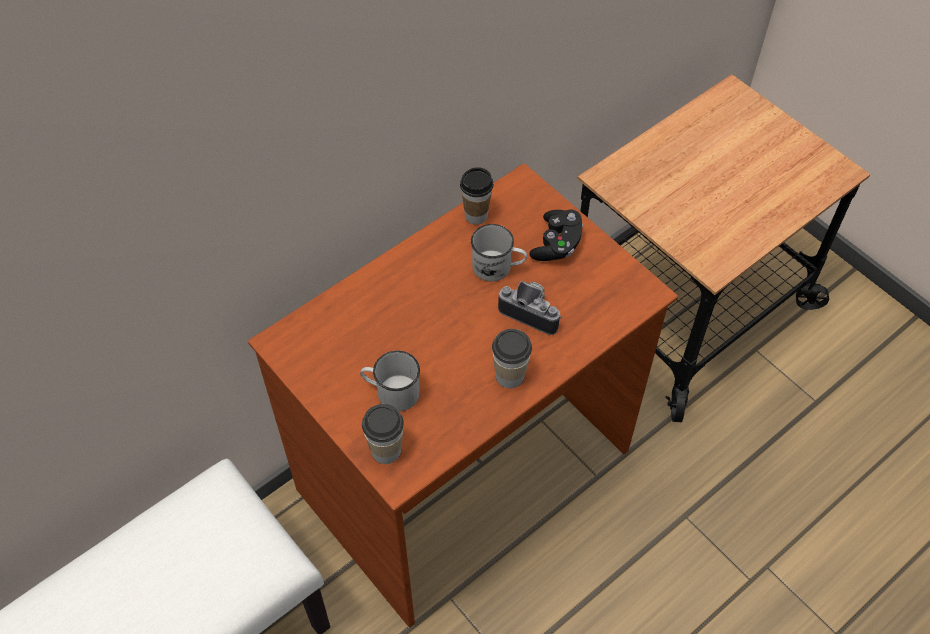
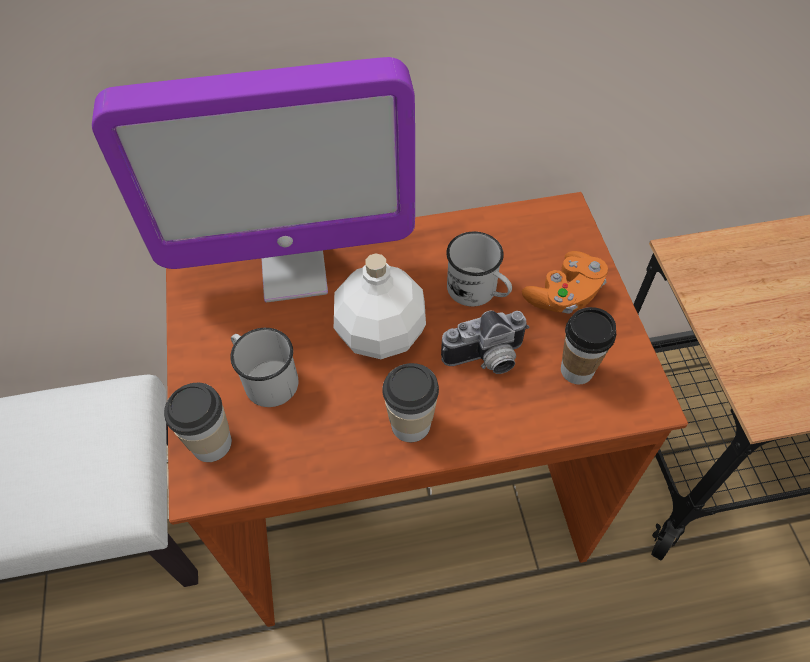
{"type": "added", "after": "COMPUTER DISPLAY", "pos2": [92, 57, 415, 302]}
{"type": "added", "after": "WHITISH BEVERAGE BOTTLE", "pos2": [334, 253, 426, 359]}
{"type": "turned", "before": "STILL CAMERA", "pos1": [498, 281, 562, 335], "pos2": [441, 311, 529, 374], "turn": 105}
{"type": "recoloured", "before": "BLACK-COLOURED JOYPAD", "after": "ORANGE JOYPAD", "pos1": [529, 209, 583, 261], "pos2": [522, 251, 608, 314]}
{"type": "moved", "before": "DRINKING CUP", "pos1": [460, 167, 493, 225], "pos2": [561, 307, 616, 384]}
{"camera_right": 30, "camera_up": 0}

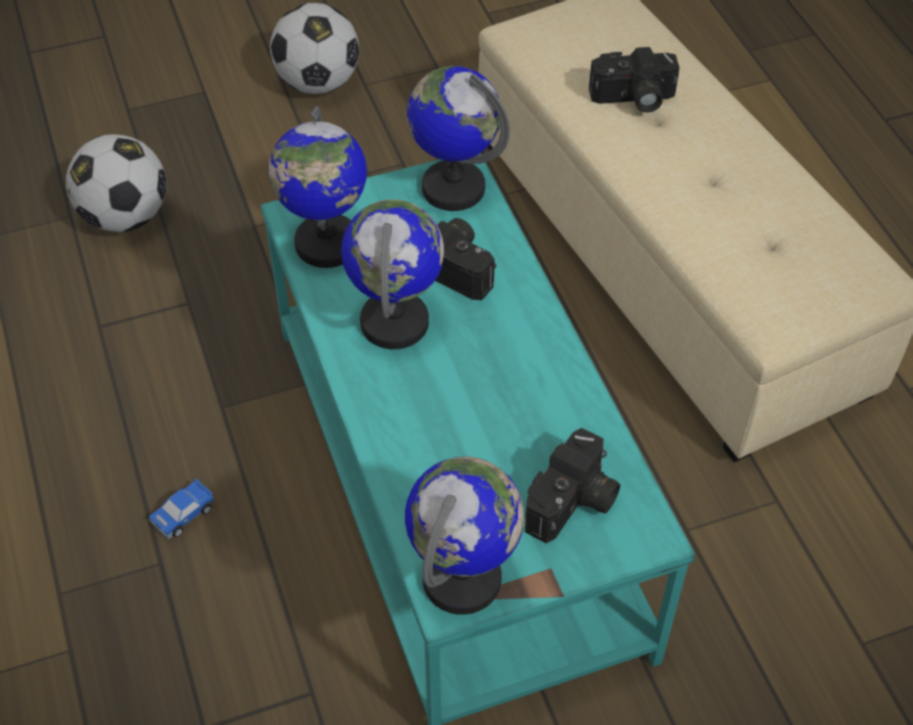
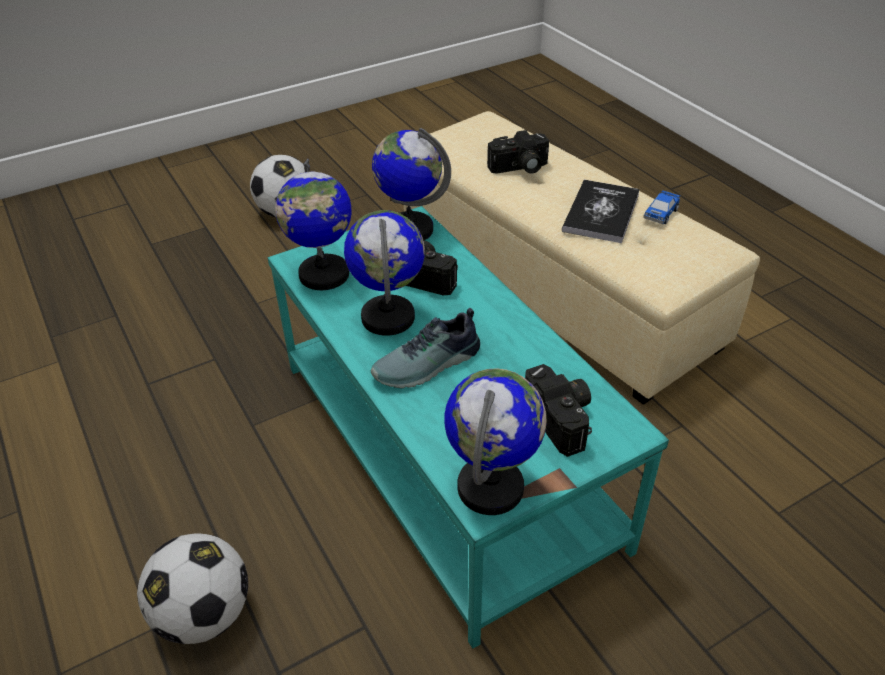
{"type": "moved", "before": "FOOTBALL BALL", "pos1": [66, 134, 166, 232], "pos2": [137, 534, 248, 644]}
{"type": "added", "after": "ITEM OF FOOTWEAR", "pos2": [371, 308, 480, 388]}
{"type": "turned", "before": "STILL CAMERA", "pos1": [525, 428, 620, 543], "pos2": [525, 364, 592, 457], "turn": -45}
{"type": "added", "after": "BOOK", "pos2": [562, 180, 640, 243]}
{"type": "moved", "before": "TOY CAR", "pos1": [149, 479, 214, 539], "pos2": [643, 190, 680, 224]}
{"camera_right": -10, "camera_up": -10}

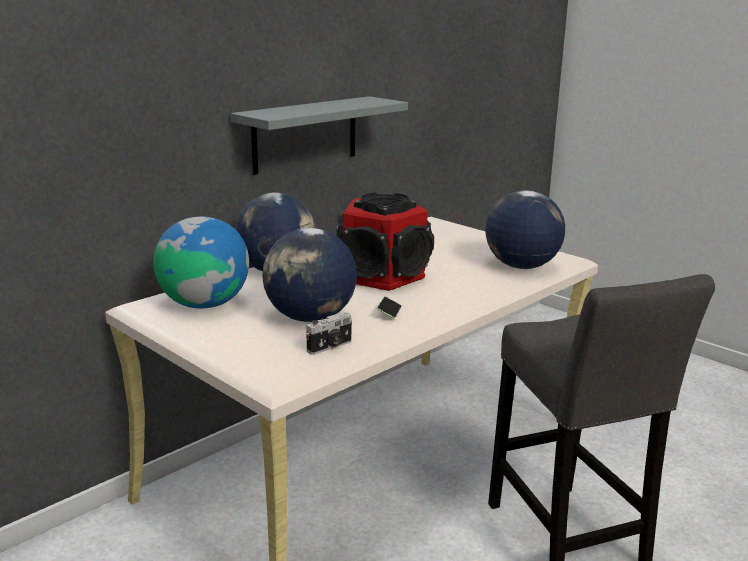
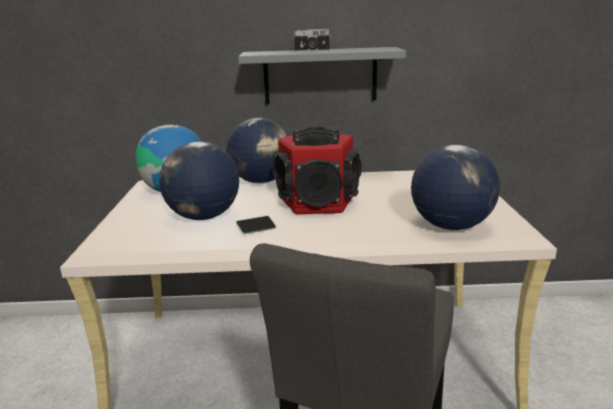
{"type": "moved", "before": "STILL CAMERA", "pos1": [306, 312, 352, 355], "pos2": [293, 28, 331, 52]}
{"camera_right": 45, "camera_up": 0}

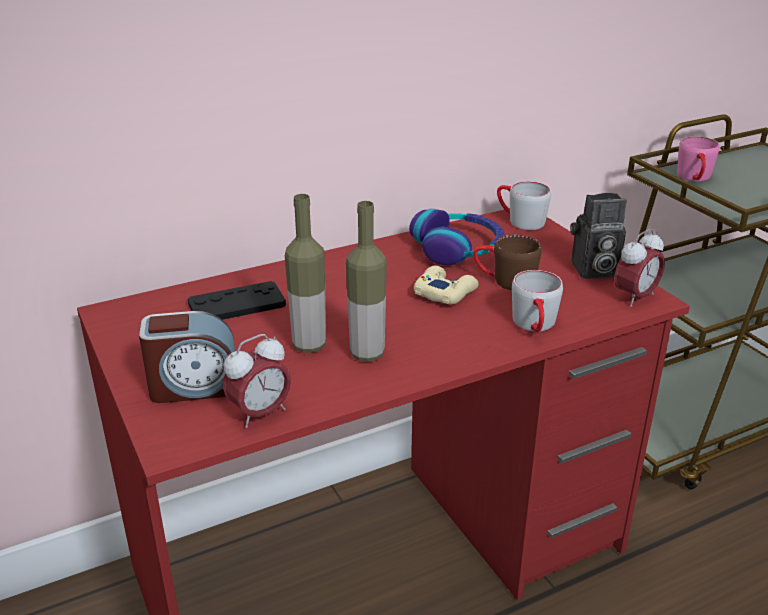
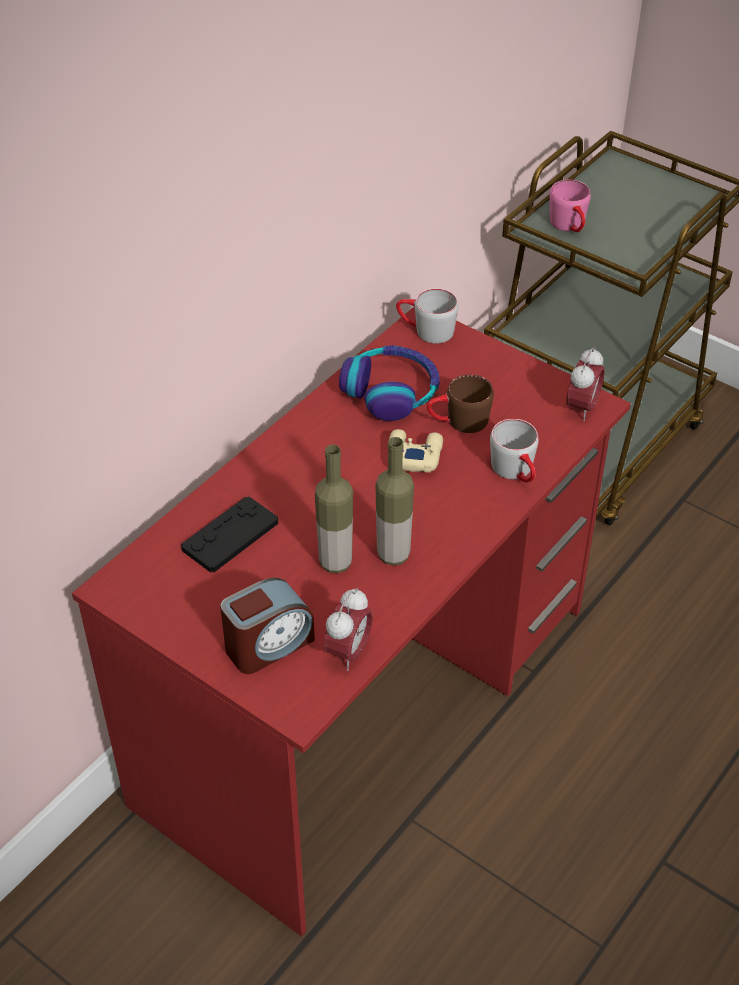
{"type": "removed", "before": "STILL CAMERA", "pos1": [571, 193, 626, 279]}
{"camera_right": -25, "camera_up": 15}

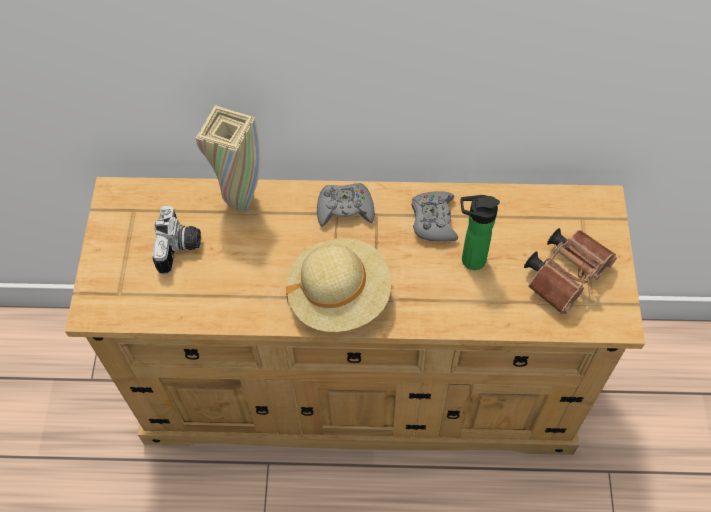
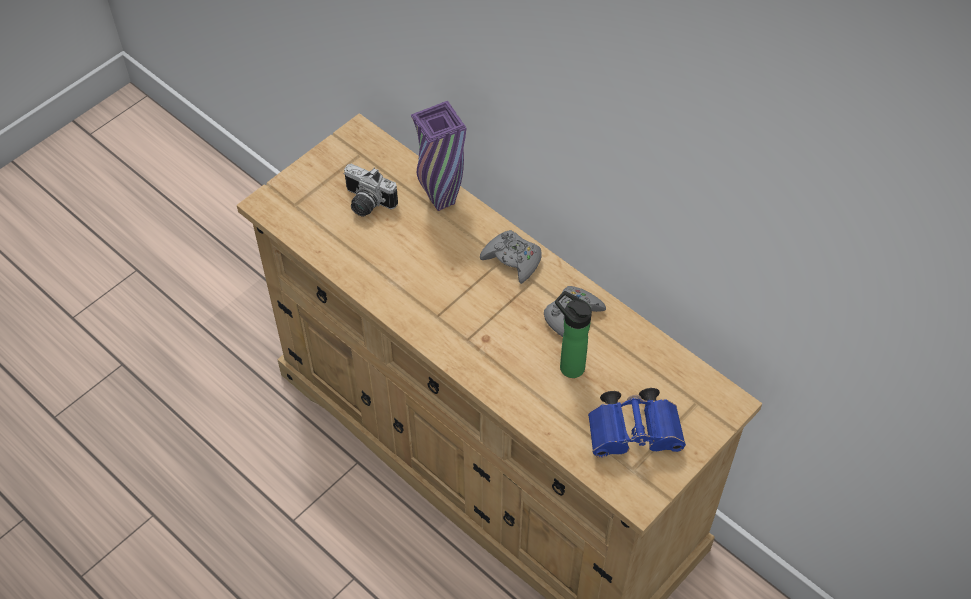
{"type": "turned", "before": "STILL CAMERA", "pos1": [152, 206, 201, 274], "pos2": [343, 164, 398, 217], "turn": 75}
{"type": "recoloured", "before": "SAND-COLOURED DECORATIVE VASE", "after": "PURPLE-COLOURED DECORATIVE VASE", "pos1": [196, 105, 261, 212], "pos2": [411, 101, 467, 211]}
{"type": "recoloured", "before": "BROWN-COLOURED PAIR OF BINOCULARS", "after": "BLUE-COLOURED PAIR OF BINOCULARS", "pos1": [524, 228, 617, 314], "pos2": [588, 388, 686, 458]}
{"type": "removed", "before": "SAND-COLOURED HAT", "pos1": [286, 238, 391, 332]}
{"camera_right": 40, "camera_up": -5}

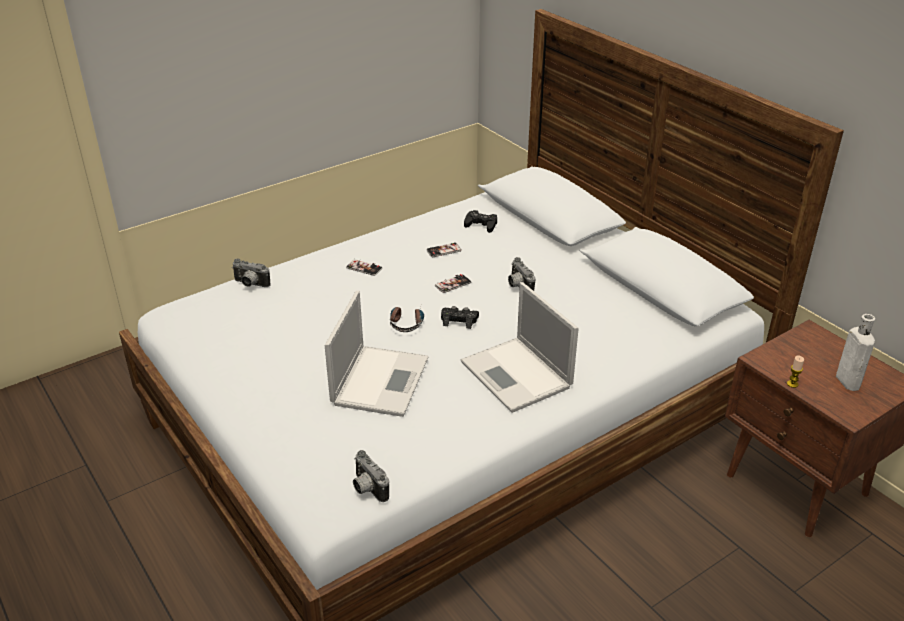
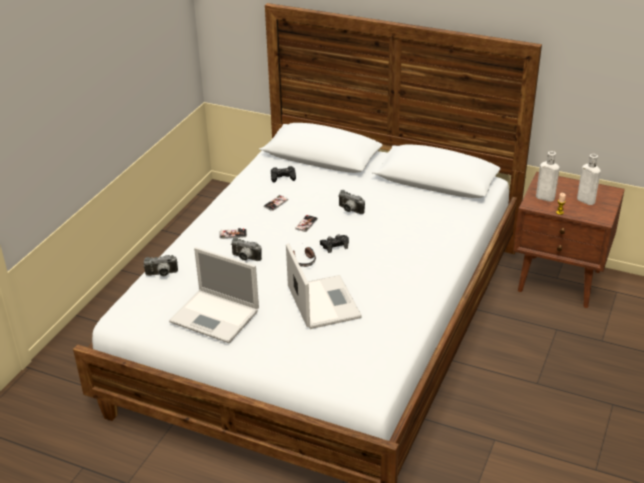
{"type": "moved", "before": "LAPTOP", "pos1": [461, 282, 579, 413], "pos2": [169, 247, 259, 343]}
{"type": "moved", "before": "STILL CAMERA", "pos1": [353, 450, 389, 502], "pos2": [231, 237, 262, 261]}
{"type": "added", "after": "WHITISH BEVERAGE BOTTLE", "pos2": [536, 151, 560, 202]}
{"camera_right": -30, "camera_up": 0}

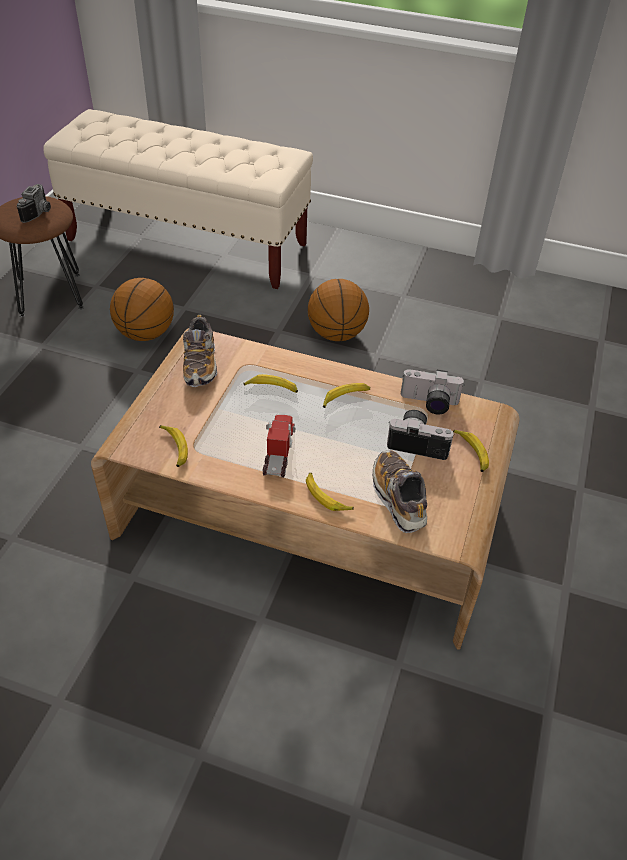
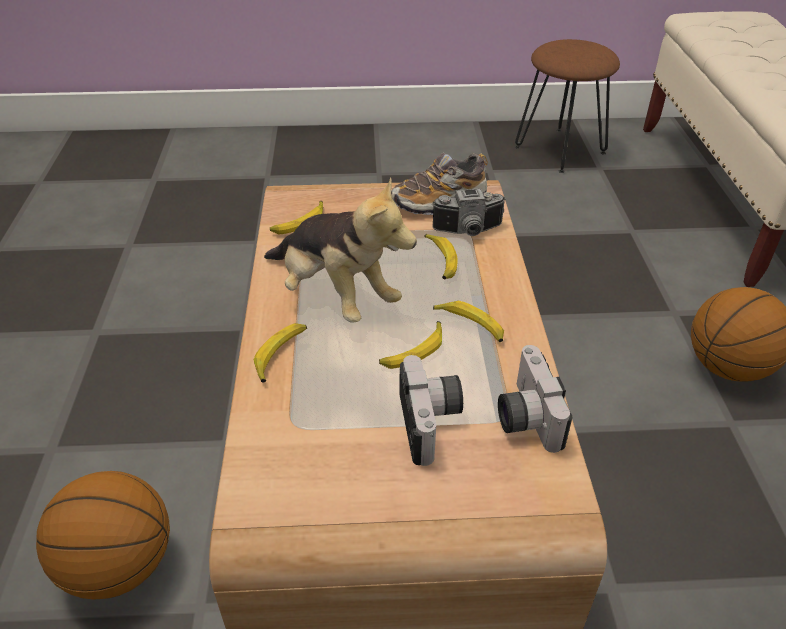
{"type": "moved", "before": "BASKETBALL", "pos1": [110, 278, 174, 341], "pos2": [36, 471, 170, 599]}
{"type": "replaced", "before": "MODEL TRUCK", "after": "CUDDLY TOY", "pos1": [263, 415, 295, 478], "pos2": [264, 177, 417, 322]}
{"type": "moved", "before": "BANANA", "pos1": [453, 429, 489, 472], "pos2": [379, 321, 442, 369]}
{"type": "moved", "before": "STILL CAMERA", "pos1": [17, 184, 51, 223], "pos2": [432, 188, 506, 236]}
{"type": "removed", "before": "ITEM OF FOOTWEAR", "pos1": [373, 450, 427, 533]}
{"camera_right": 70, "camera_up": -5}

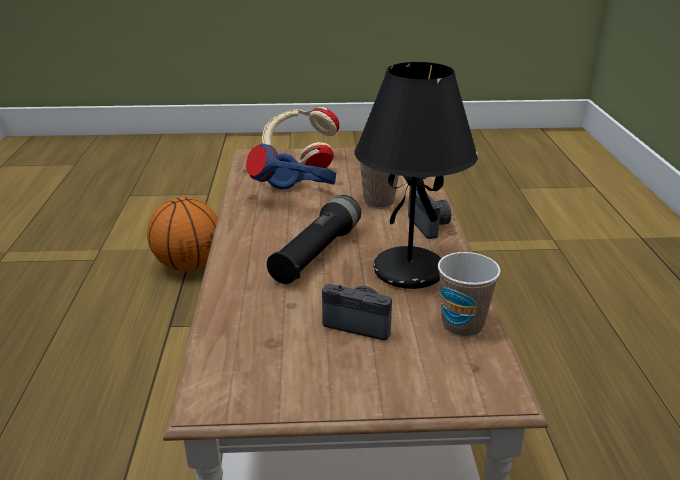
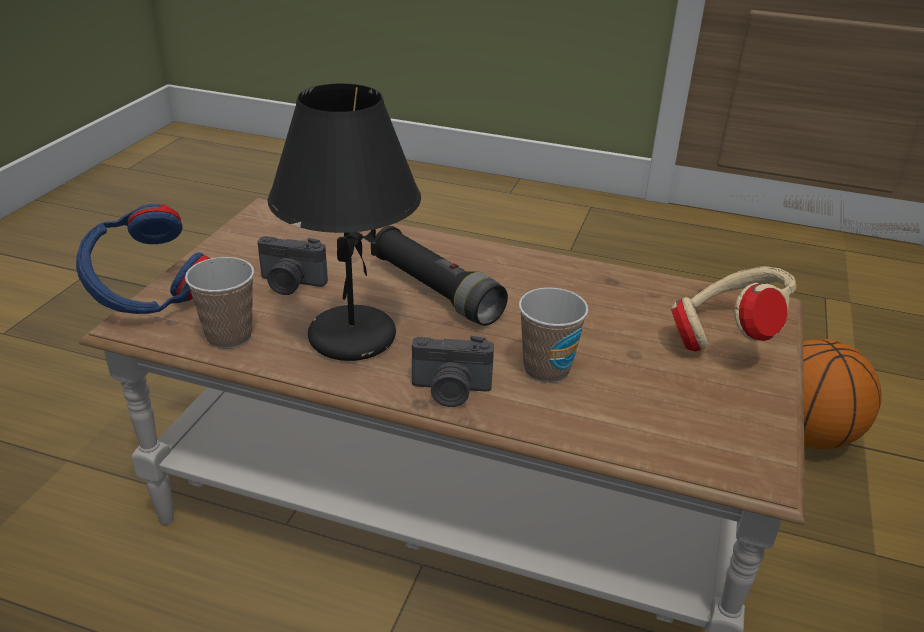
{"type": "moved", "before": "BLUE-COLOURED HEADSET", "pos1": [246, 144, 336, 190], "pos2": [76, 204, 210, 314]}
{"type": "turned", "before": "STILL CAMERA", "pos1": [322, 284, 392, 340], "pos2": [257, 236, 328, 295], "turn": 60}
{"camera_right": 110, "camera_up": 5}

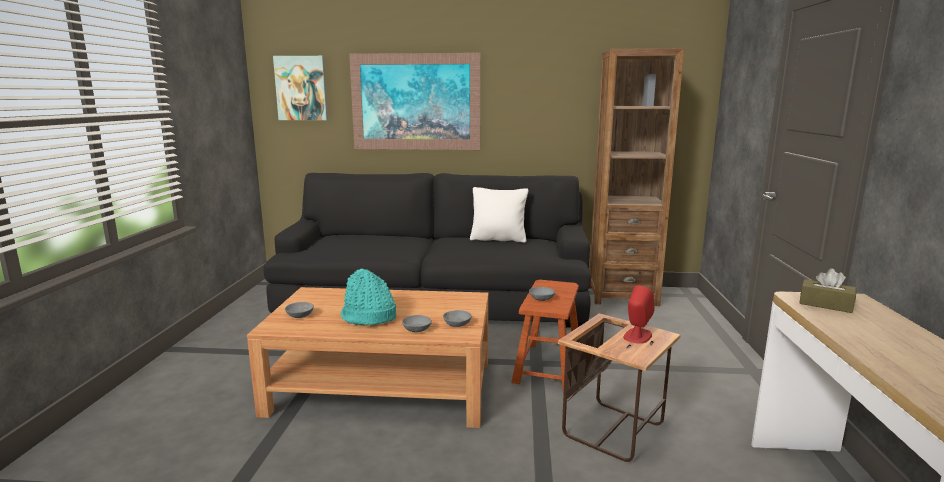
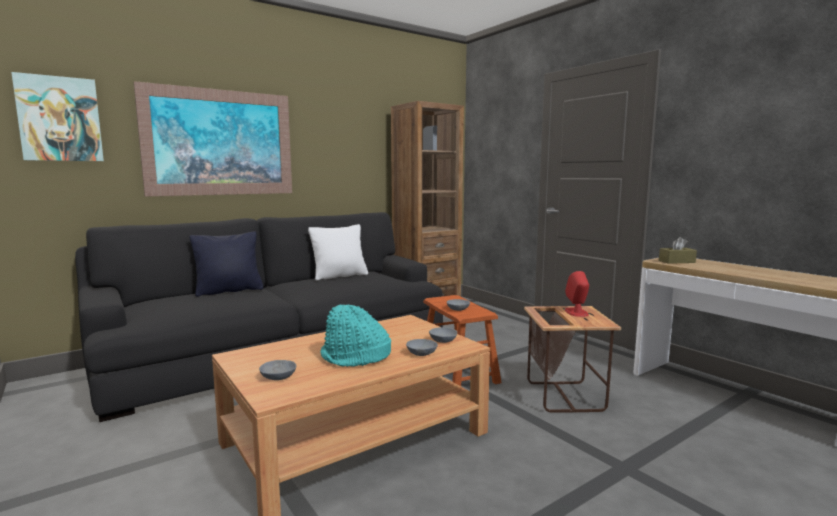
{"type": "added", "after": "BLACK-COLOURED THROW PILLOW", "pos2": [189, 232, 263, 297]}
{"camera_right": -40, "camera_up": -5}

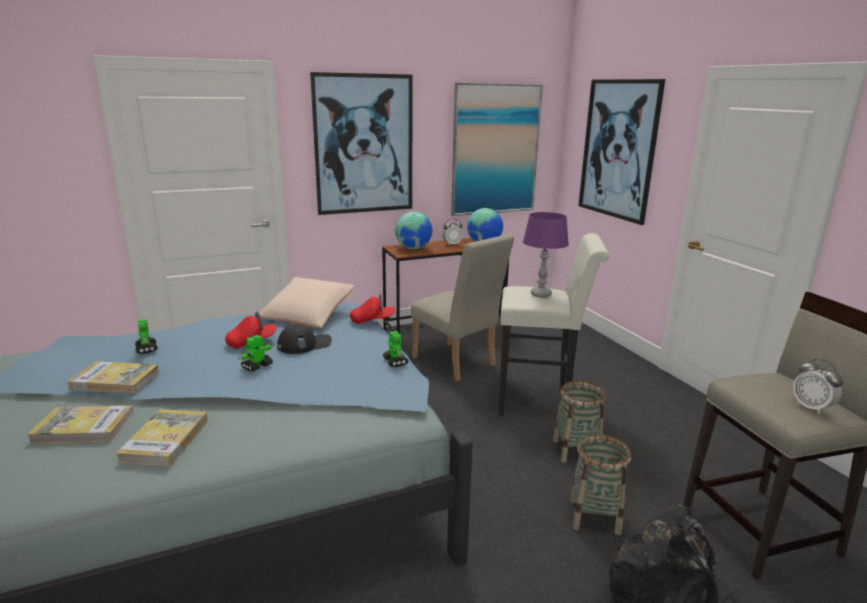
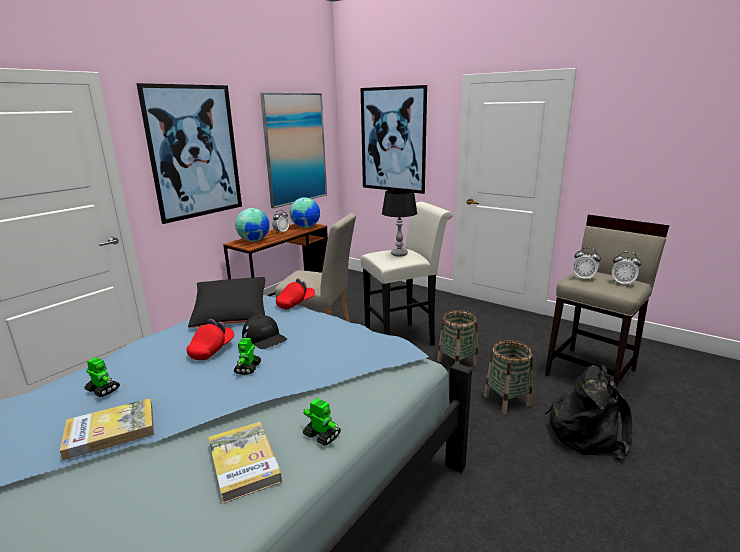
{"type": "recoloured", "before": "SAND-COLOURED THROW PILLOW", "after": "BLACK-COLOURED THROW PILLOW", "pos1": [259, 277, 355, 328], "pos2": [188, 277, 265, 328]}
{"type": "turned", "before": "BLACK-COLOURED BASEBALL CAP", "pos1": [277, 324, 332, 354], "pos2": [242, 315, 287, 349], "turn": 105}
{"type": "moved", "before": "TOY ROBOT", "pos1": [383, 331, 409, 367], "pos2": [303, 398, 341, 446]}
{"type": "recoloured", "before": "PURPLE-COLOURED TABLETOP LAMP", "after": "BLACK-COLOURED TABLETOP LAMP", "pos1": [523, 212, 569, 298], "pos2": [382, 189, 417, 257]}
{"type": "added", "after": "BEDSIDE CLOCK", "pos2": [573, 248, 601, 281]}
{"type": "removed", "before": "BOOK", "pos1": [27, 405, 134, 444]}
{"camera_right": -30, "camera_up": 0}

